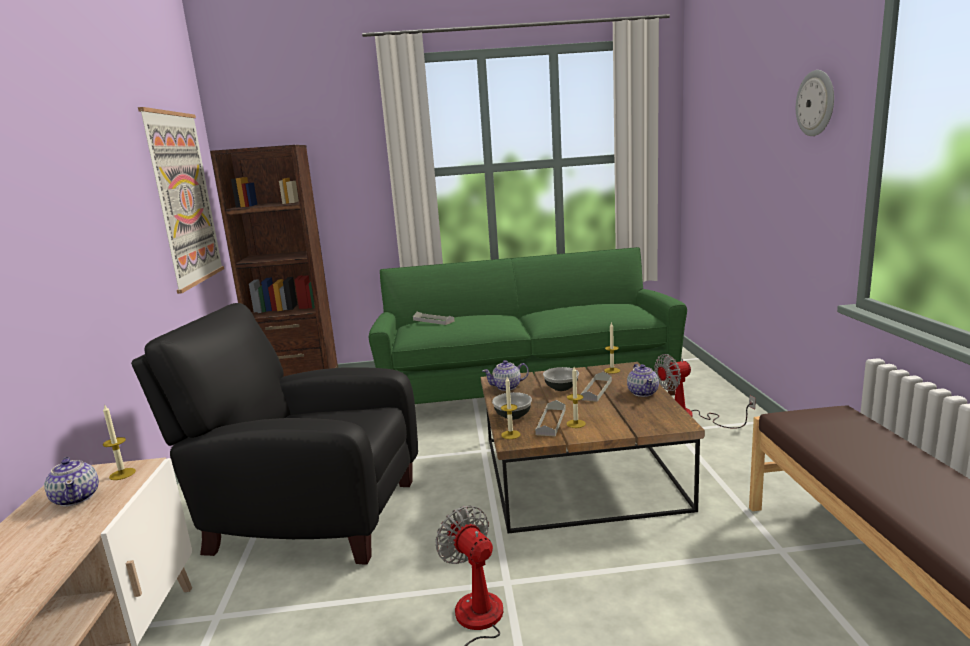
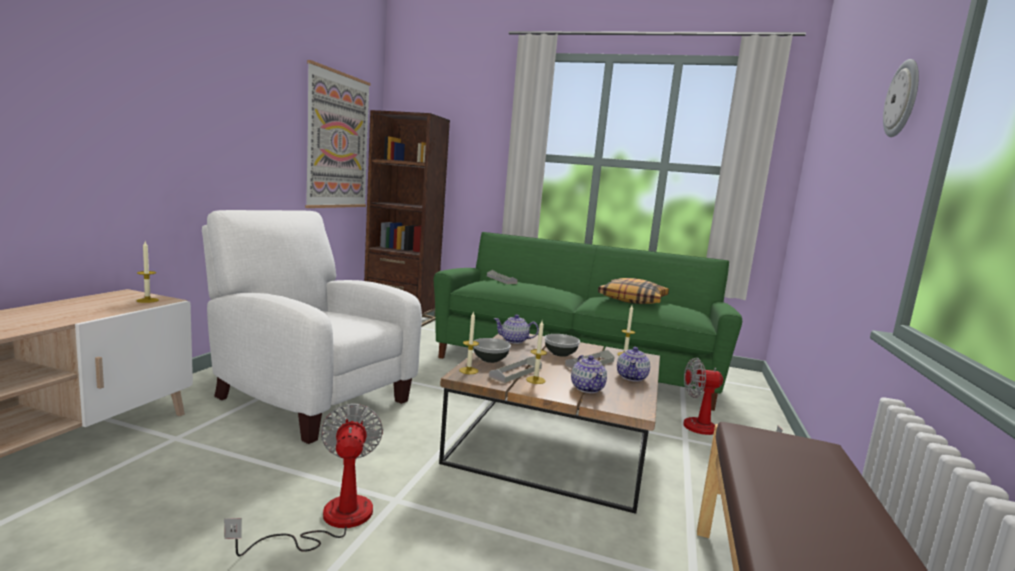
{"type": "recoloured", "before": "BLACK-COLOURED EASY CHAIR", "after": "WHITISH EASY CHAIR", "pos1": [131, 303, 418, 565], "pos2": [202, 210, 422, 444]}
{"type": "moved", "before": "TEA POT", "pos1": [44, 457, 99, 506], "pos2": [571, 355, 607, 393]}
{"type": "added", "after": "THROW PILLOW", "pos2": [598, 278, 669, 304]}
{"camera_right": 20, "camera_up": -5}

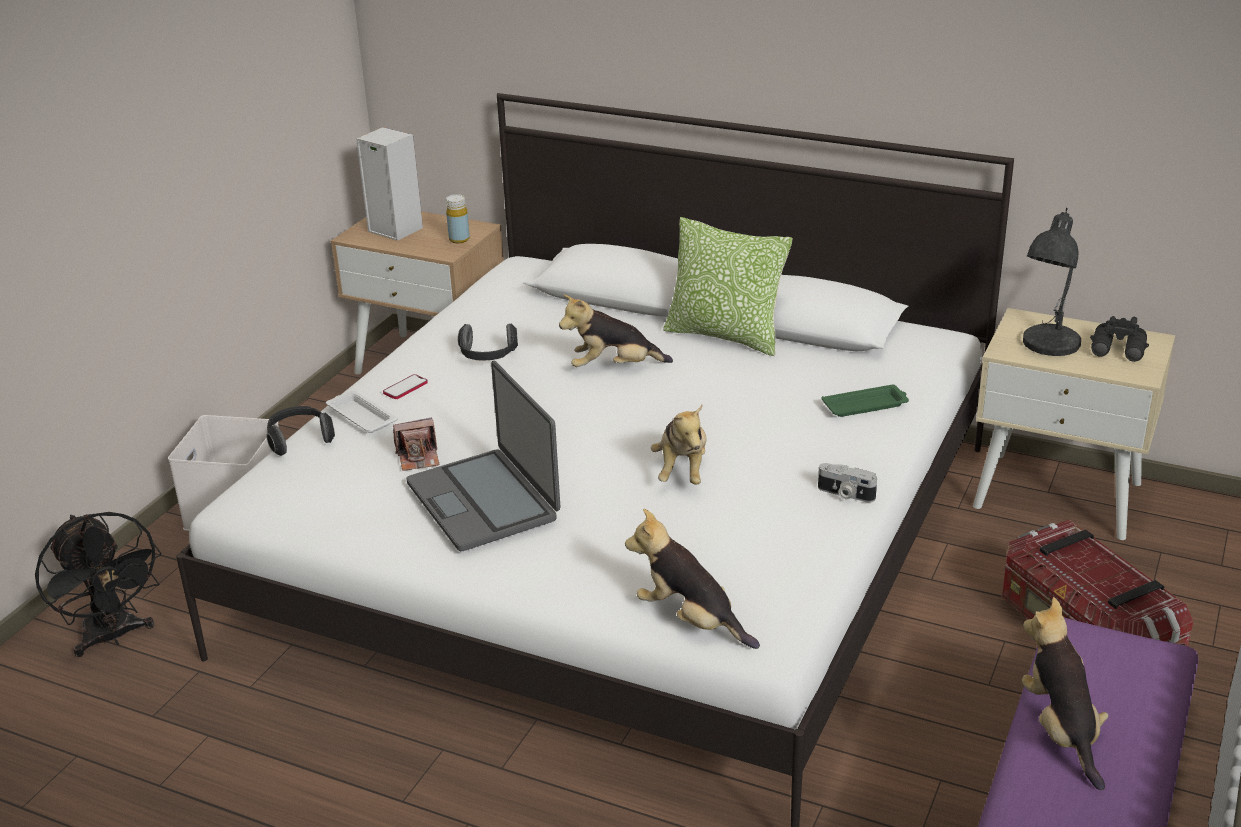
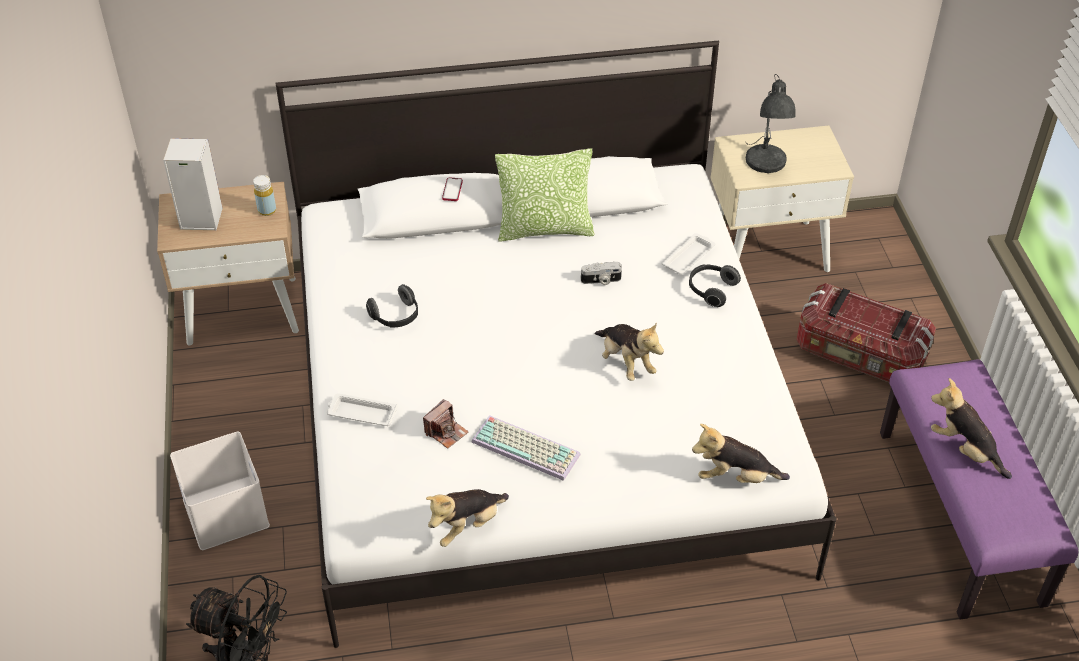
{"type": "moved", "before": "CUDDLY TOY", "pos1": [559, 295, 673, 367], "pos2": [426, 489, 509, 547]}
{"type": "moved", "before": "HANDSET", "pos1": [383, 374, 428, 399], "pos2": [442, 177, 463, 201]}
{"type": "replaced", "before": "LAPTOP", "after": "COMPUTER KEYBOARD", "pos1": [406, 361, 560, 551], "pos2": [471, 415, 581, 481]}
{"type": "moved", "before": "STILL CAMERA", "pos1": [818, 463, 877, 502], "pos2": [581, 262, 622, 285]}
{"type": "recoloured", "before": "GREEN-COLOURED TRAY", "after": "WHITISH TRAY", "pos1": [821, 385, 909, 417], "pos2": [661, 233, 715, 275]}
{"type": "moved", "before": "HEADSET", "pos1": [266, 406, 335, 456], "pos2": [689, 264, 741, 307]}
{"type": "removed", "before": "BLACK-COLOURED PAIR OF BINOCULARS", "pos1": [1090, 316, 1149, 362]}
{"camera_right": -35, "camera_up": 15}

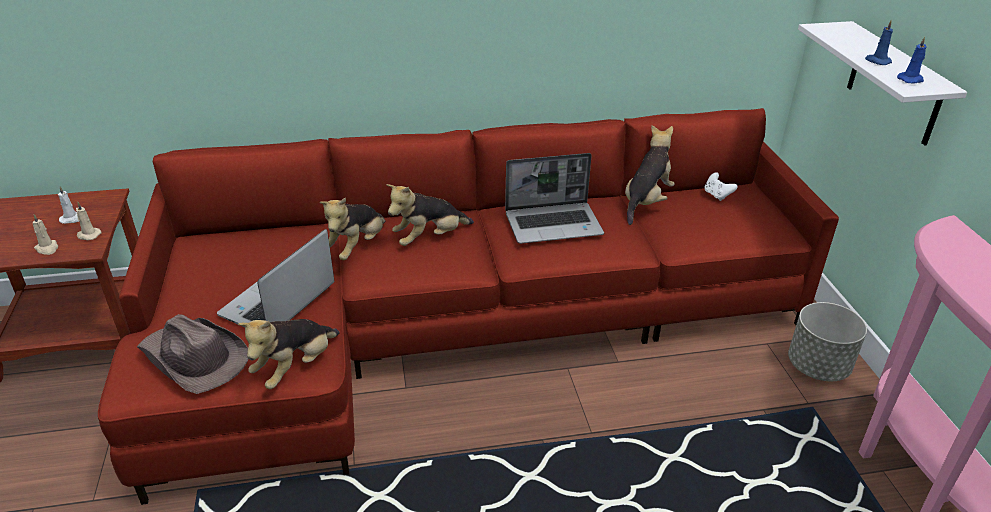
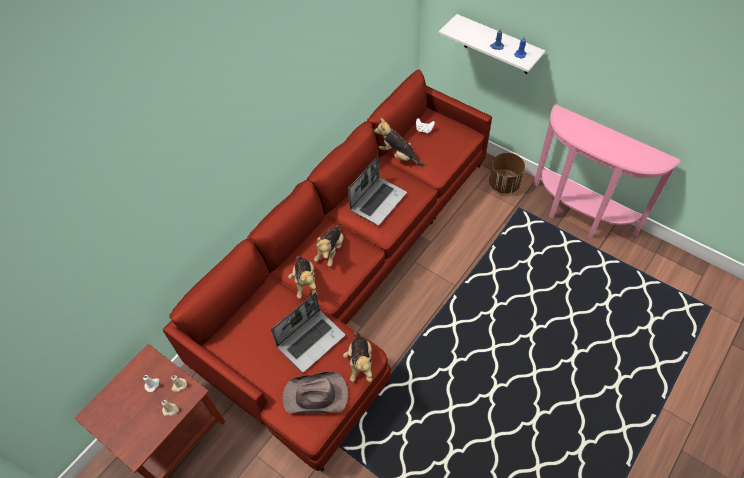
{"type": "turned", "before": "LAPTOP", "pos1": [217, 229, 334, 327], "pos2": [271, 292, 345, 372], "turn": -120}
{"type": "turned", "before": "CUDDLY TOY", "pos1": [625, 125, 674, 225], "pos2": [374, 118, 425, 166], "turn": -45}
{"type": "recoloured", "before": "GRAY PLANT POT", "after": "BROWN-COLOURED PLANT POT", "pos1": [788, 302, 867, 381], "pos2": [489, 153, 525, 194]}
{"camera_right": -40, "camera_up": 20}

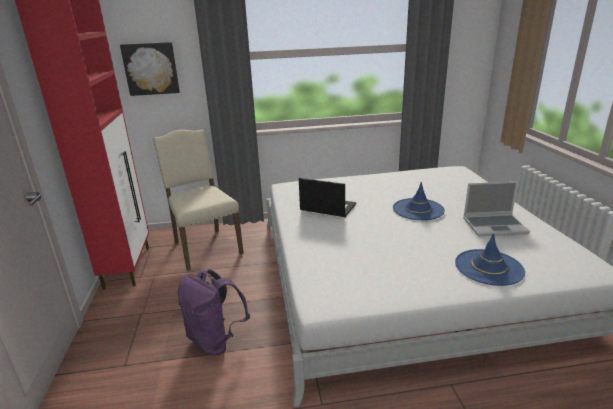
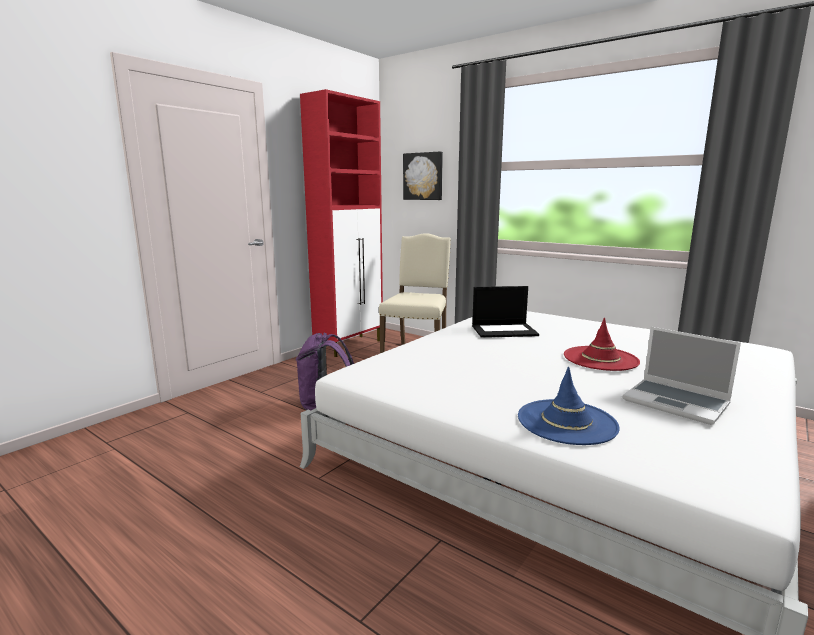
{"type": "turned", "before": "LAPTOP", "pos1": [299, 178, 356, 217], "pos2": [472, 286, 539, 338], "turn": 105}
{"type": "recoloured", "before": "BLUE-COLOURED HAT", "after": "RED-COLOURED HAT", "pos1": [393, 182, 445, 220], "pos2": [564, 318, 640, 371]}
{"camera_right": 45, "camera_up": -10}

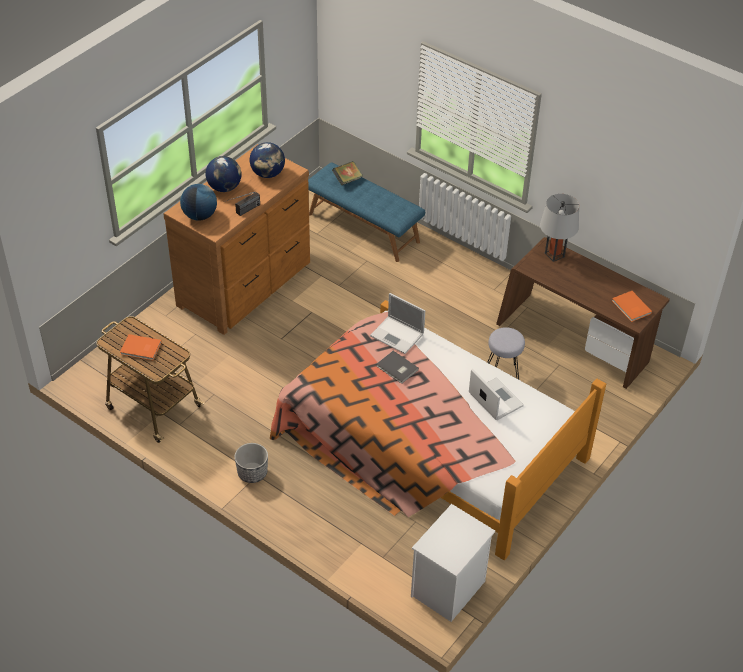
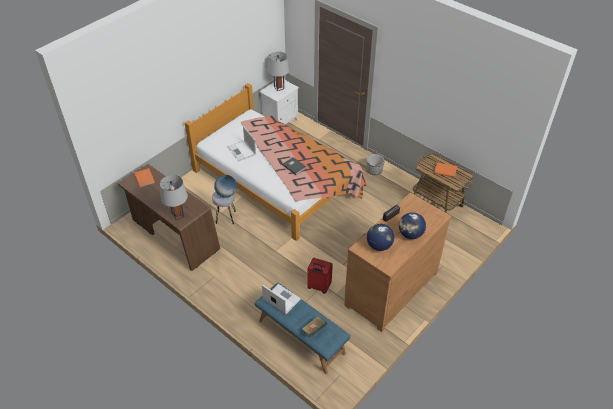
{"type": "moved", "before": "DESK GLOBE", "pos1": [180, 184, 217, 221], "pos2": [214, 175, 237, 198]}
{"type": "moved", "before": "LAPTOP", "pos1": [370, 293, 425, 354], "pos2": [262, 284, 301, 314]}
{"type": "added", "after": "GRAY TABLETOP LAMP", "pos2": [268, 52, 289, 91]}
{"type": "added", "after": "RED-COLOURED SUITCASE", "pos2": [307, 258, 333, 294]}
{"camera_right": -175, "camera_up": 0}

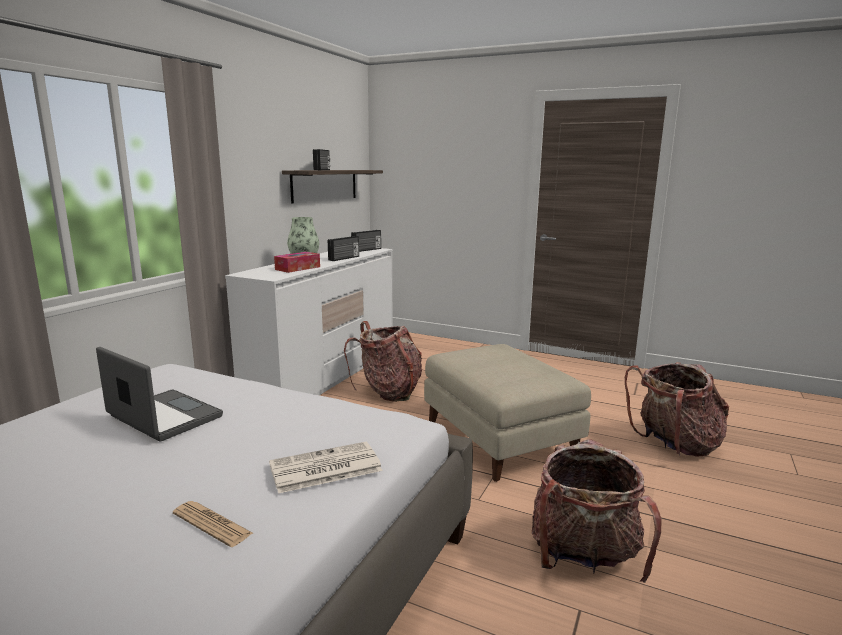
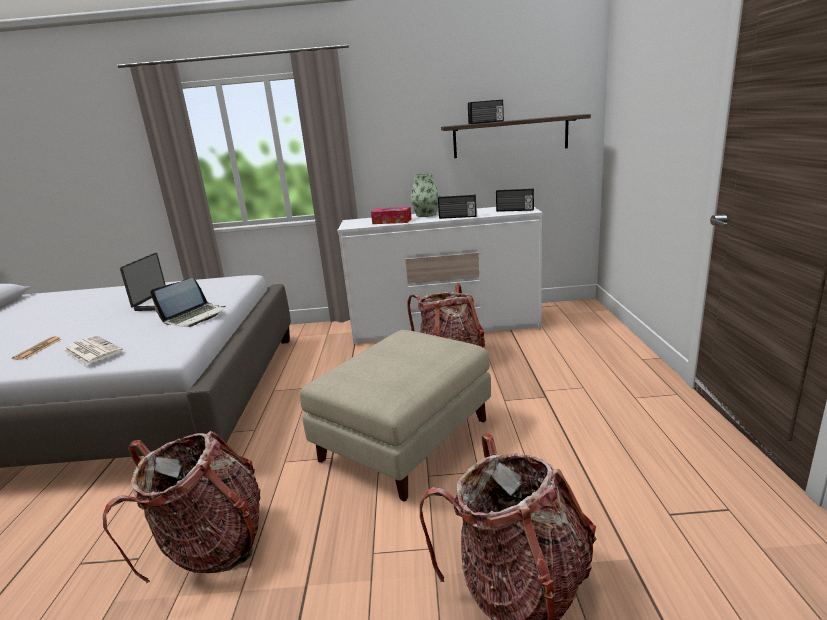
{"type": "added", "after": "LAPTOP", "pos2": [150, 278, 225, 327]}
{"camera_right": 65, "camera_up": 5}

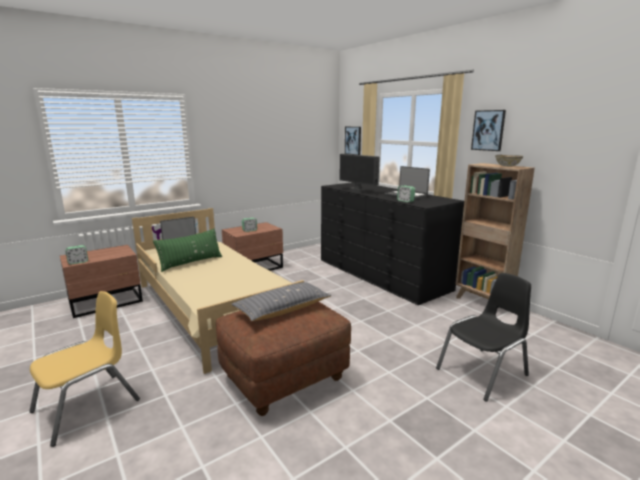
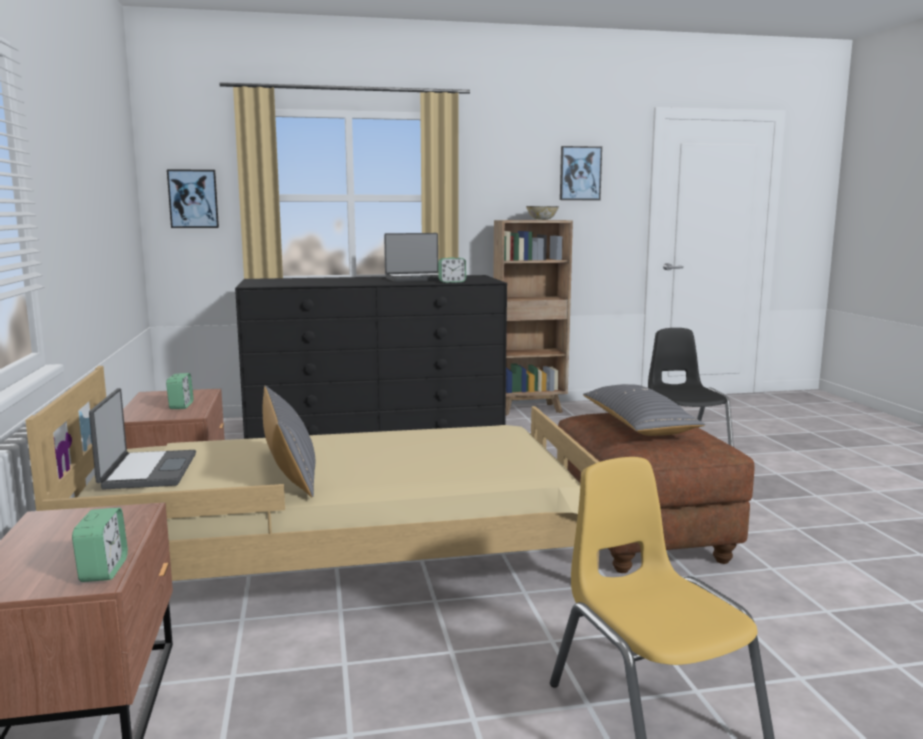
{"type": "recoloured", "before": "GREEN-COLOURED THROW PILLOW", "after": "GRAY THROW PILLOW", "pos1": [153, 229, 222, 272], "pos2": [263, 385, 315, 498]}
{"type": "moved", "before": "WALL PICTURE", "pos1": [471, 110, 506, 151], "pos2": [560, 146, 602, 200]}
{"type": "removed", "before": "COMPUTER DISPLAY", "pos1": [339, 154, 380, 193]}
{"camera_right": -65, "camera_up": -5}

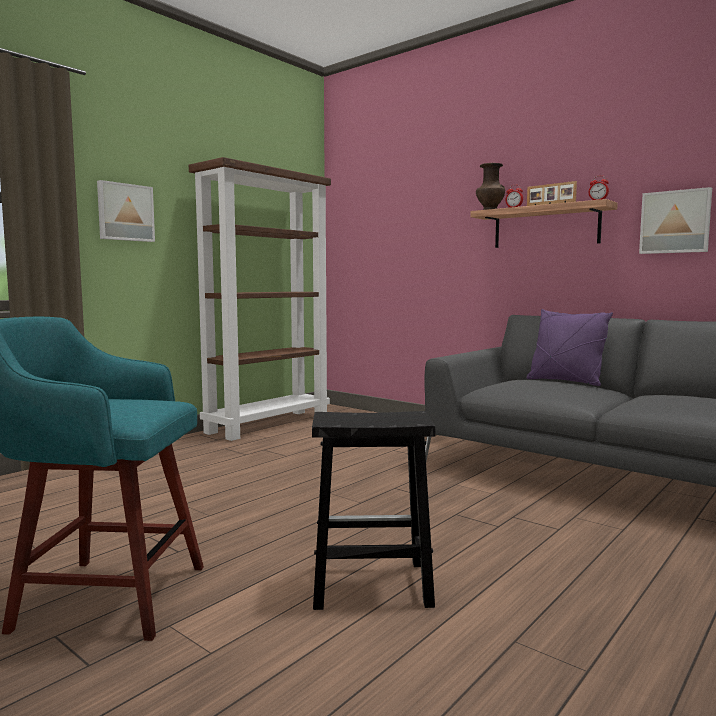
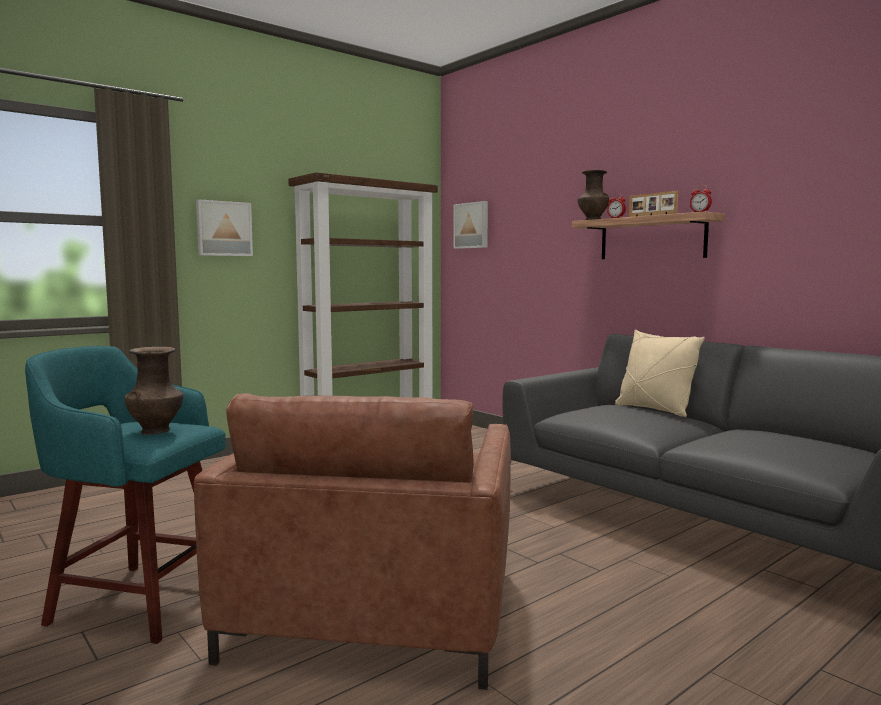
{"type": "added", "after": "BROWN-COLOURED DECORATIVE VASE", "pos2": [125, 347, 183, 435]}
{"type": "replaced", "before": "BLACK-COLOURED STOOL SEAT", "after": "BROWN-COLOURED EASY CHAIR", "pos1": [312, 411, 435, 610], "pos2": [194, 393, 511, 690]}
{"type": "moved", "before": "WALL PICTURE", "pos1": [639, 187, 712, 254], "pos2": [453, 201, 488, 249]}
{"type": "recoloured", "before": "PURPLE-COLOURED THROW PILLOW", "after": "SAND-COLOURED THROW PILLOW", "pos1": [527, 309, 613, 386], "pos2": [615, 330, 705, 417]}
{"camera_right": 10, "camera_up": 0}

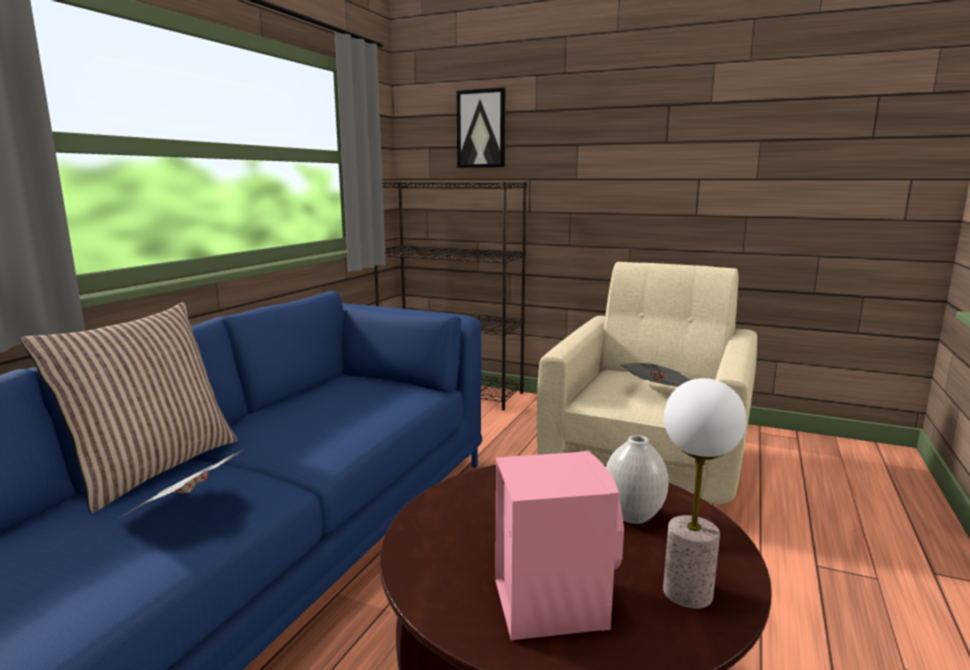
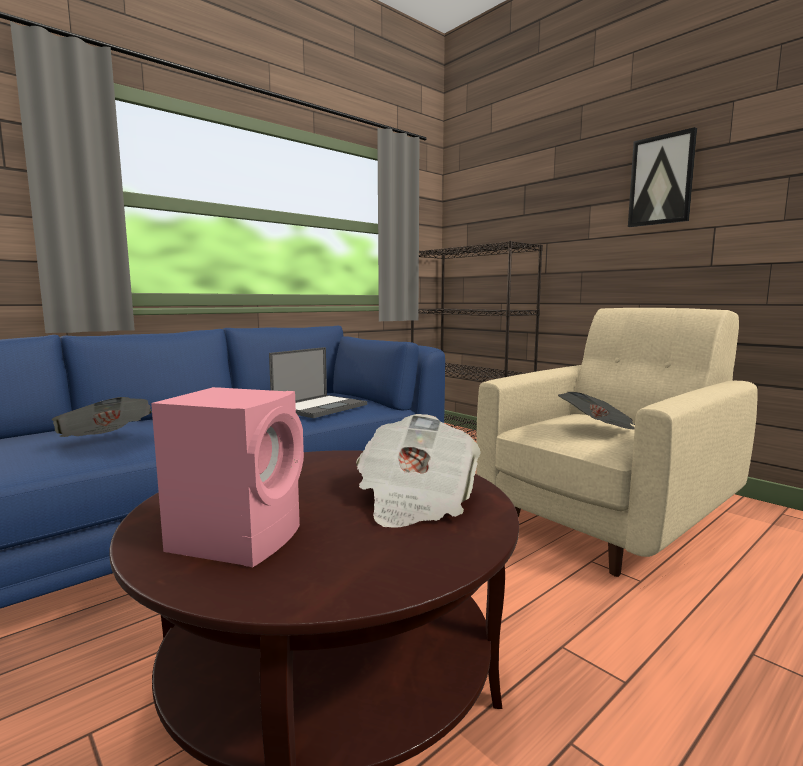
{"type": "added", "after": "LAPTOP", "pos2": [269, 347, 367, 418]}
{"type": "replaced", "before": "WHITISH DECORATIVE VASE", "after": "PRINTED PAPER", "pos1": [606, 435, 669, 524], "pos2": [356, 414, 481, 528]}
{"type": "moved", "before": "WALL PICTURE", "pos1": [457, 88, 505, 168], "pos2": [628, 127, 697, 227]}
{"type": "removed", "before": "THROW PILLOW", "pos1": [20, 302, 237, 513]}
{"type": "removed", "before": "TABLETOP LAMP", "pos1": [663, 378, 746, 609]}
{"camera_right": 25, "camera_up": -5}

